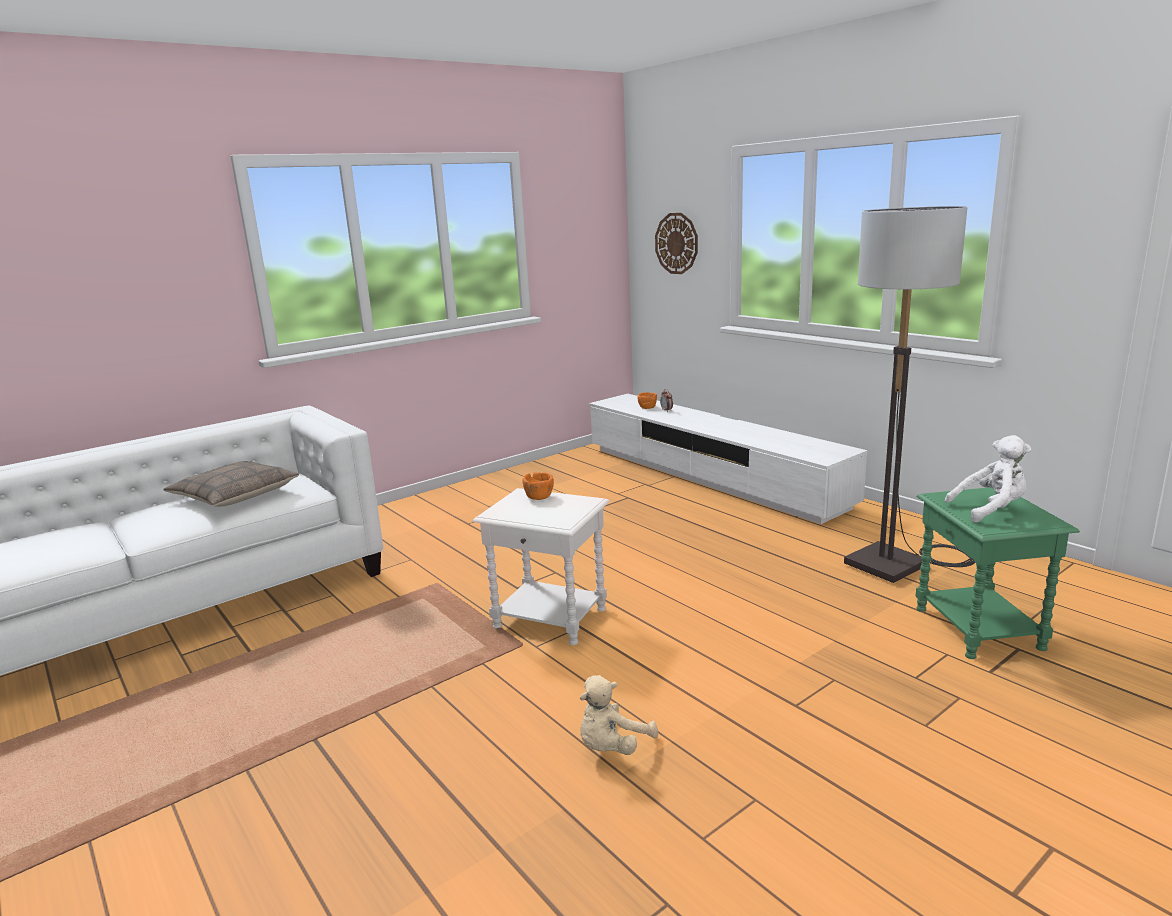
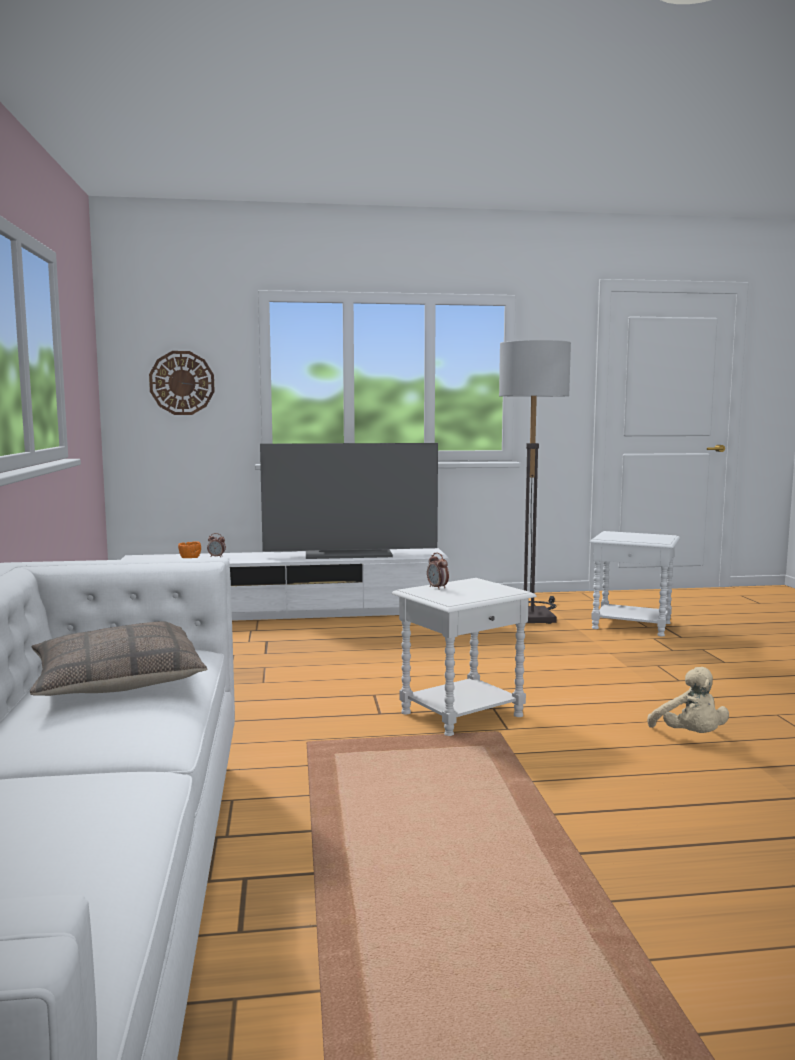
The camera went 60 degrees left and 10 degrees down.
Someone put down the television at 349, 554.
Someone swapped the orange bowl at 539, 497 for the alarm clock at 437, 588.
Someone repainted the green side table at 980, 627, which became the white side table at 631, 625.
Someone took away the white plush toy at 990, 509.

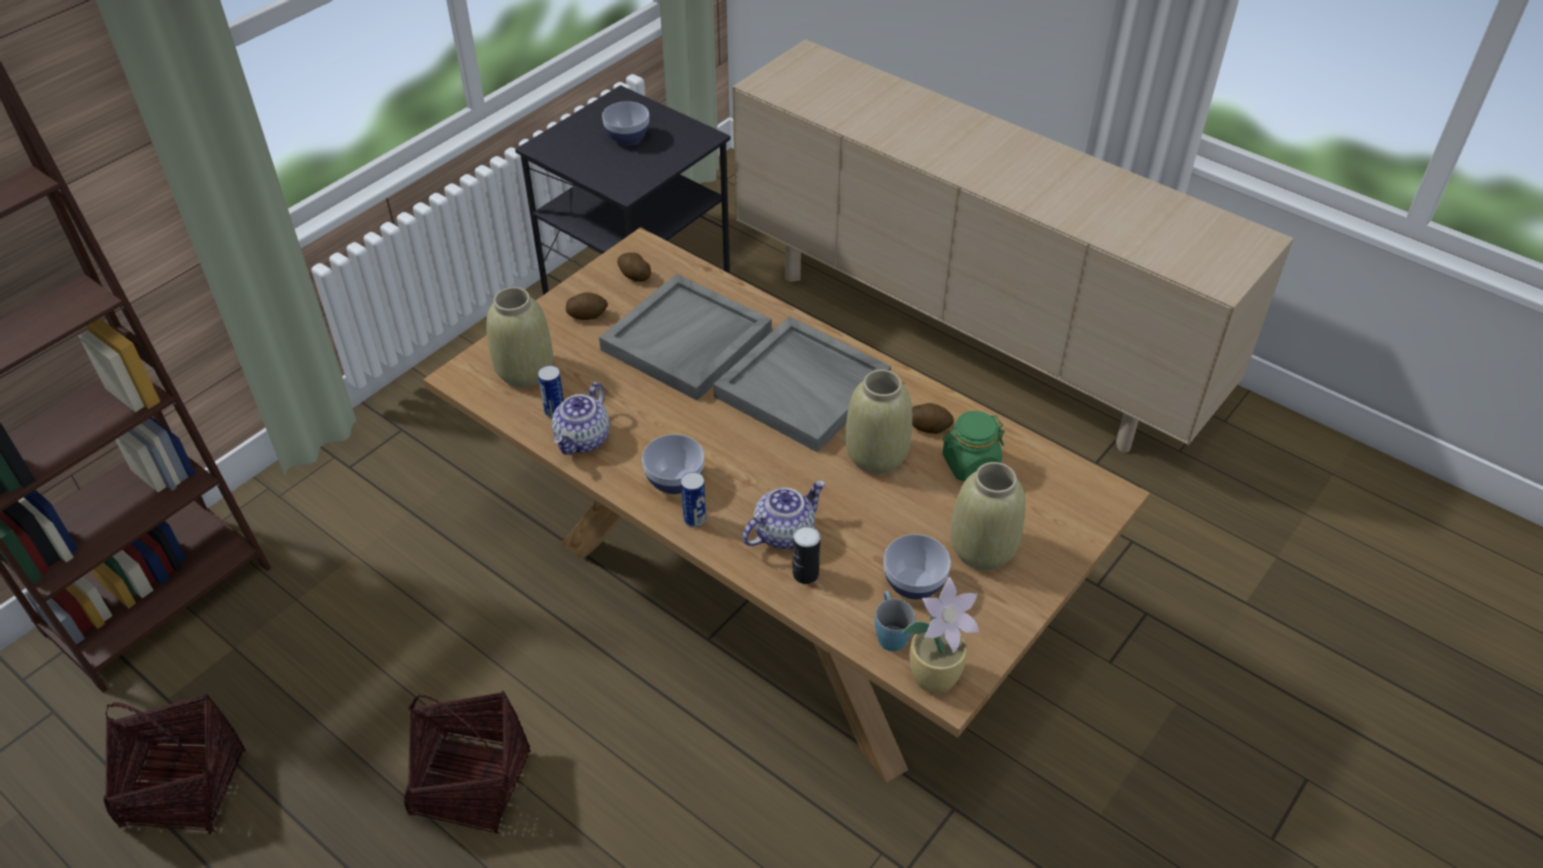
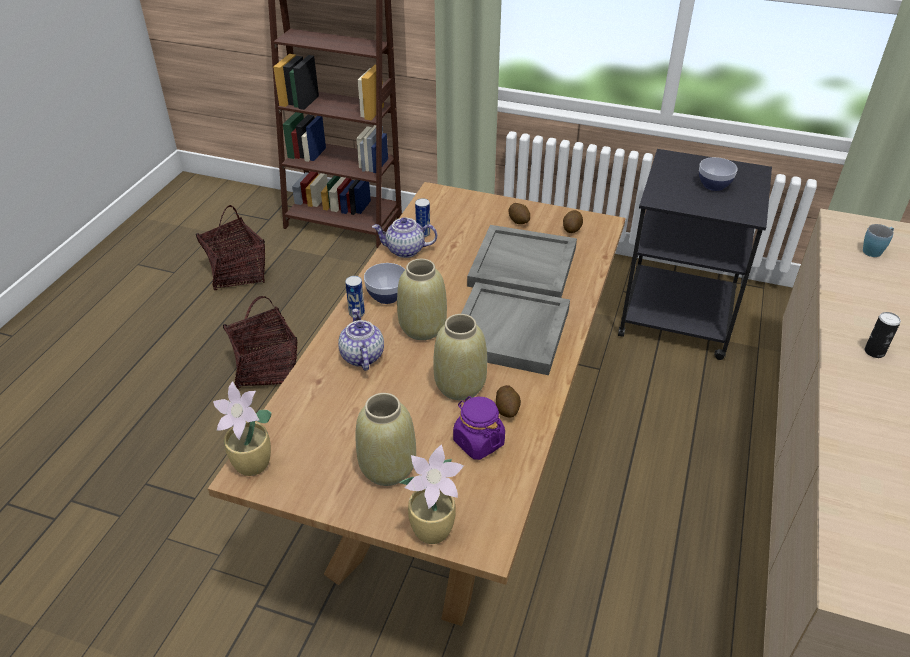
The camera went 70 degrees right and 5 degrees down.
Someone rotated the teapot at 783, 532 by 135 degrees counterclockwise.
Someone carried the beige vase from 525, 372 to 422, 328.
Someone put down the potted plant at 434, 530.
Someone repainted the green jar at 970, 464, which became the purple jar at 478, 442.
Someone carried the blue mug from 890, 633 to 874, 250.
Someone carried the can from 805, 574 to 874, 352.
Someone took away the bowl at 914, 584.

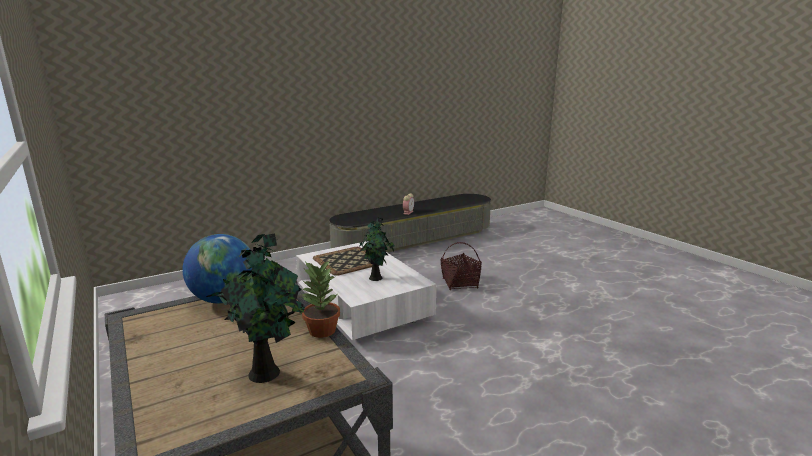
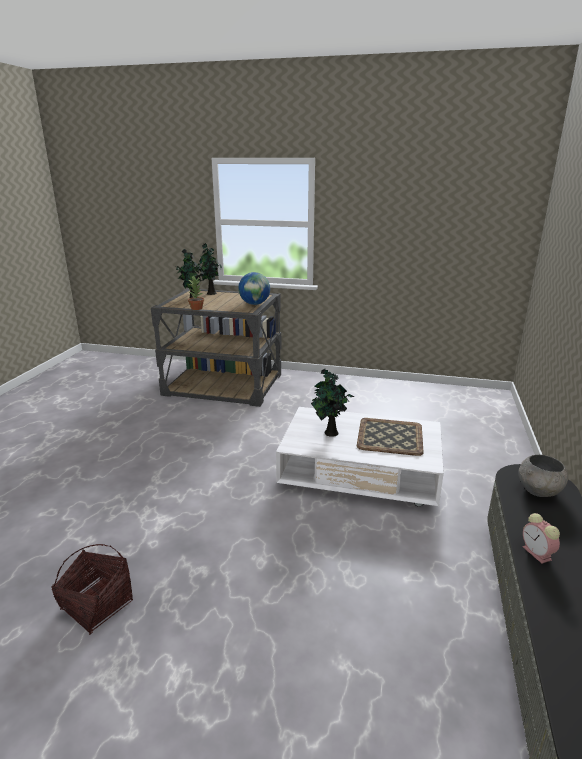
The camera went 135 degrees right and 5 degrees up.
Someone carried the basket from 460, 283 to 96, 605.
Someone put down the potted plant at 210, 293.
Someone put down the grey bowl at 539, 491.

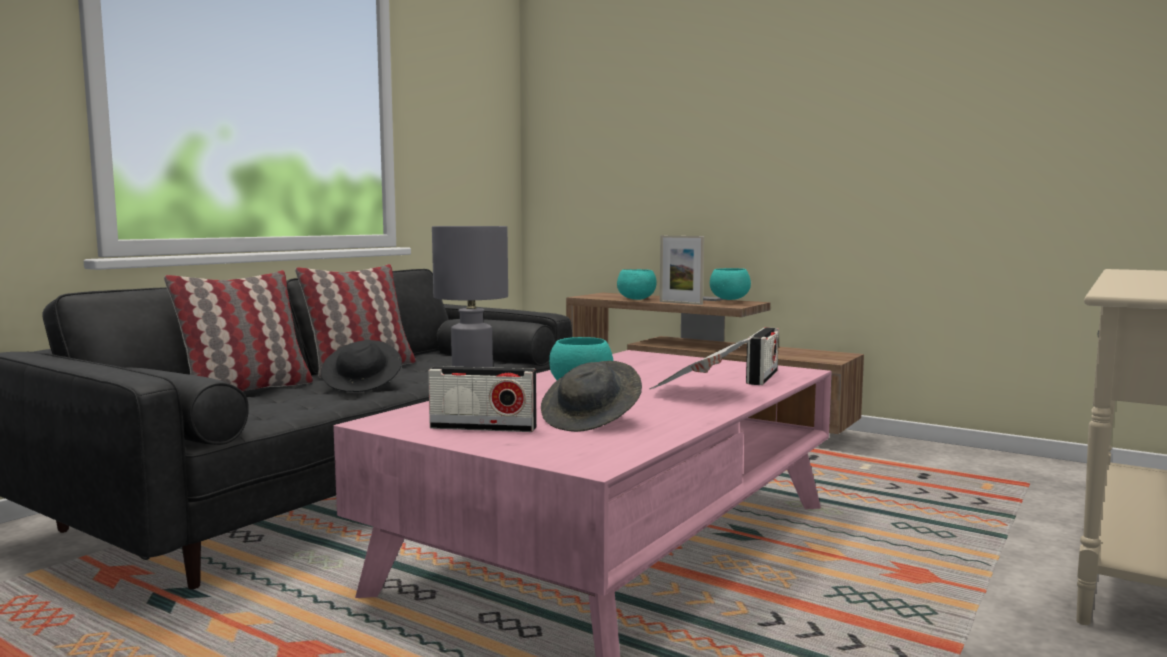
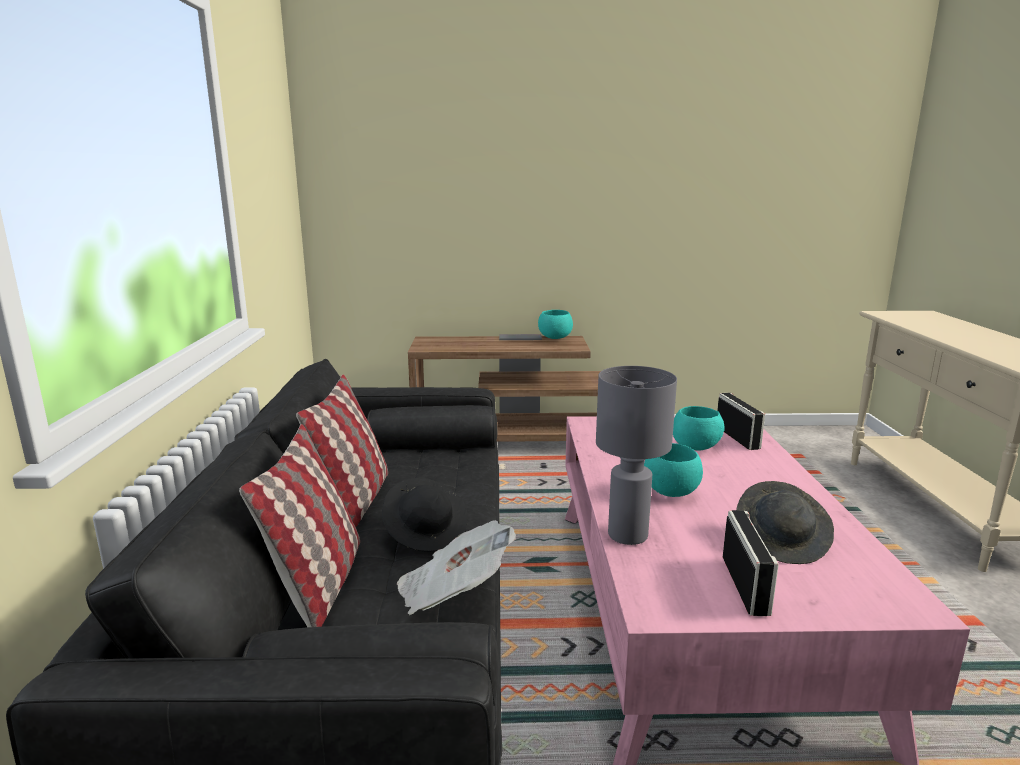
The camera went 35 degrees left and 10 degrees up.
Someone carried the newspaper from 698, 393 to 453, 593.
Someone carried the turquoise bowl from 636, 299 to 696, 448.
Someone rotated the radio at 483, 428 by 60 degrees counterclockwise.
Someone took away the picture frame at 680, 303.

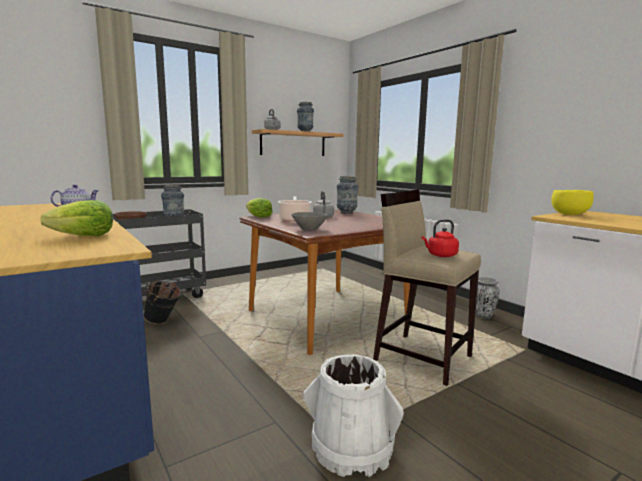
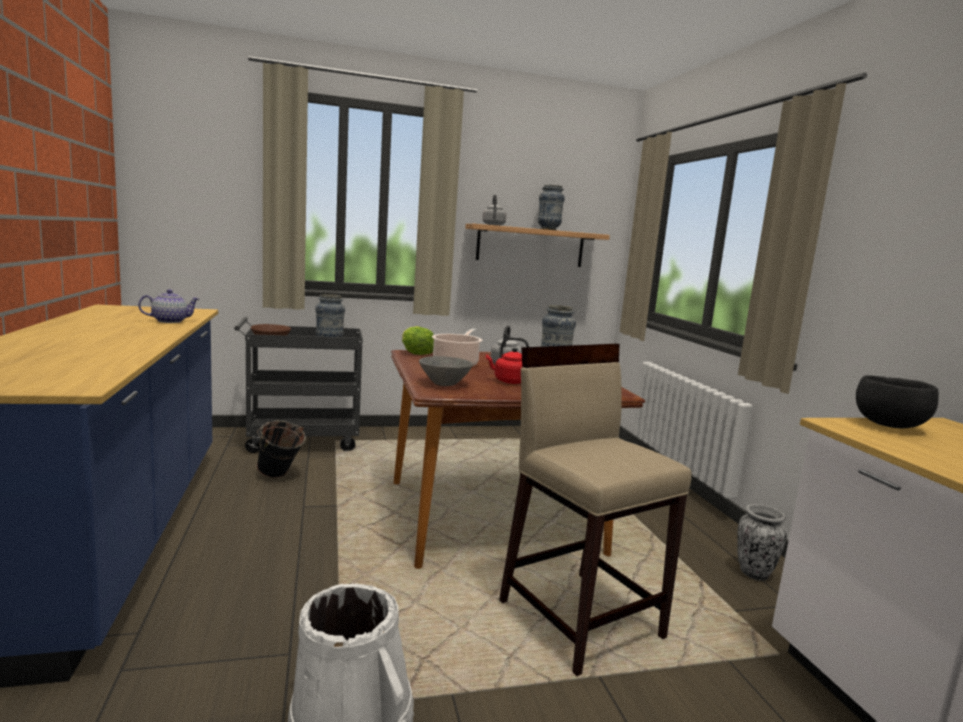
The camera went 20 degrees right and 0 degrees up.
Someone carried the red kettle from 440, 255 to 509, 381.
Someone repainted the yellow bowl at 570, 214, which became the black bowl at 890, 426.
Someone took away the lettuce at 84, 236.

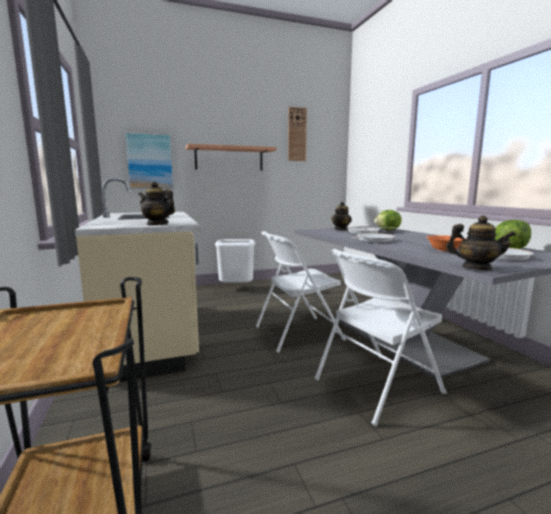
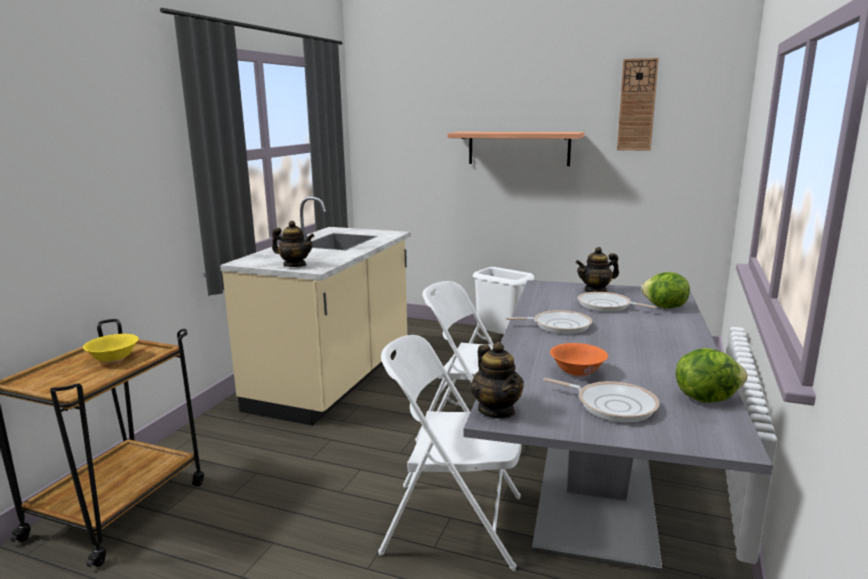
The camera went 40 degrees right and 5 degrees up.
Someone put down the yellow bowl at 114, 359.
Someone rotated the teapot at 157, 224 by 135 degrees clockwise.
Someone took away the picture at 150, 161.

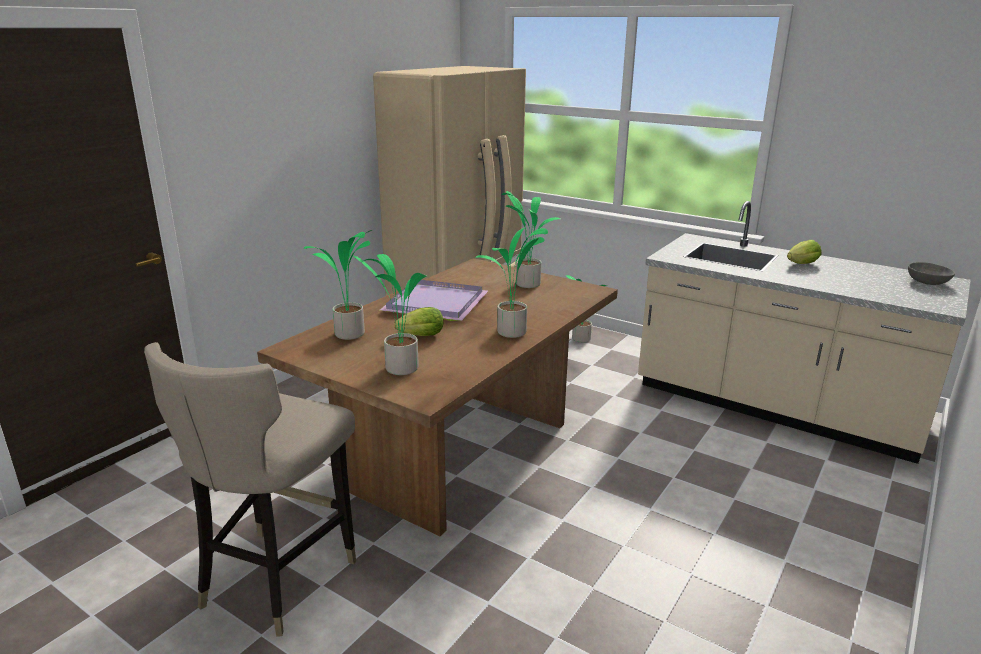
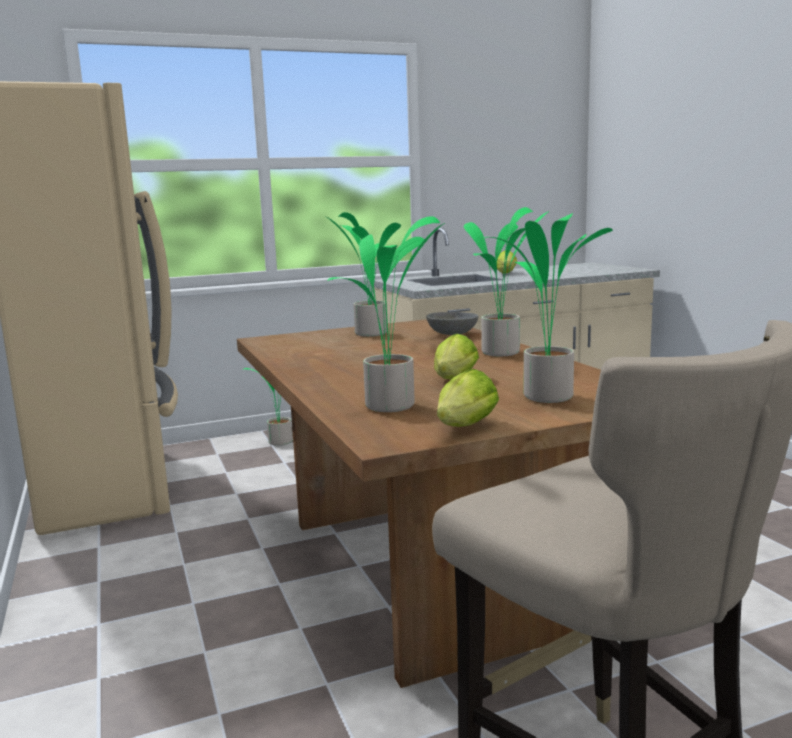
The camera went 55 degrees left and 10 degrees down.
Someone carried the grey bowl from 928, 283 to 453, 334.
Someone put down the lettuce at 463, 428.
Someone took away the purple tray at 435, 303.

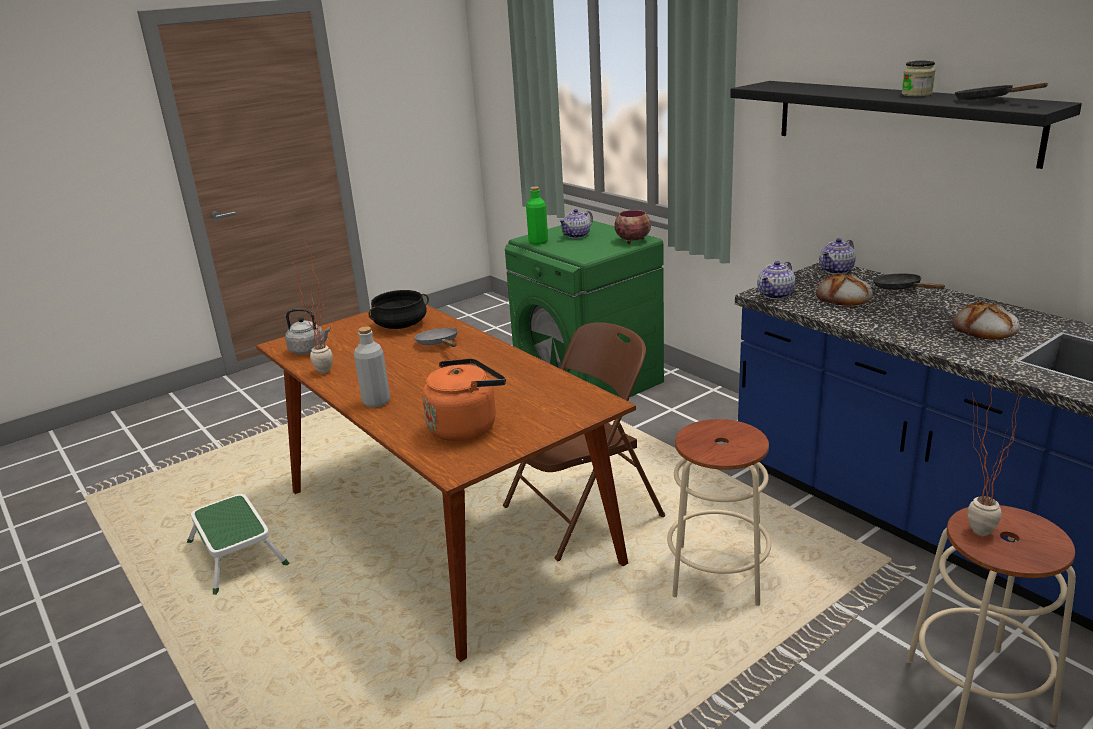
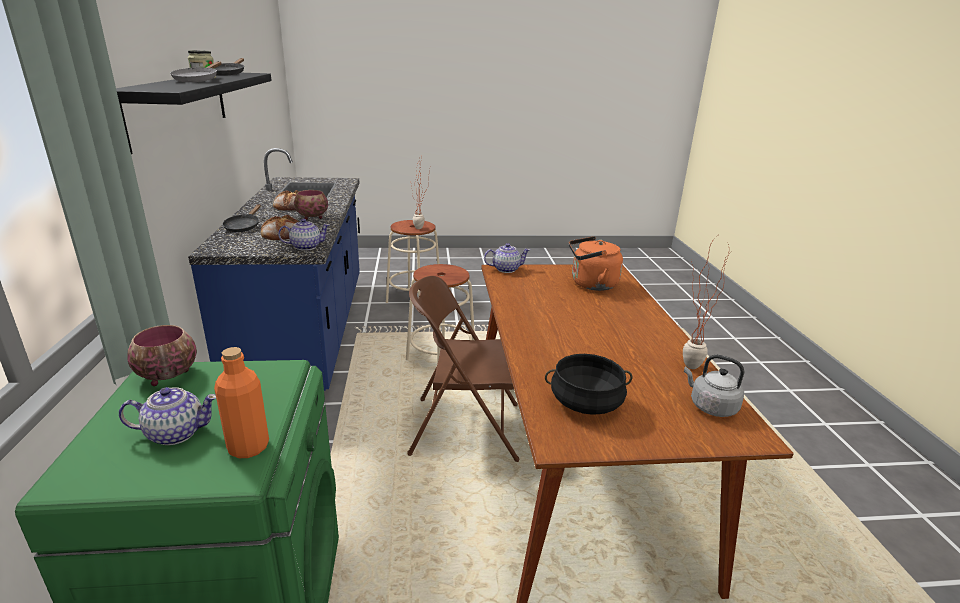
The camera went 150 degrees left and 0 degrees up.
Someone carried the grey frying pan from 439, 344 to 198, 81.
Someone repainted the green bottle at 538, 242, which became the orange bottle at 248, 447.
Someone put down the bowl at 312, 217.
Someone carried the teapot from 837, 270 to 505, 269.
Someone took away the green step ladder at 236, 554.
Someone took away the grey bottle at 376, 401.

